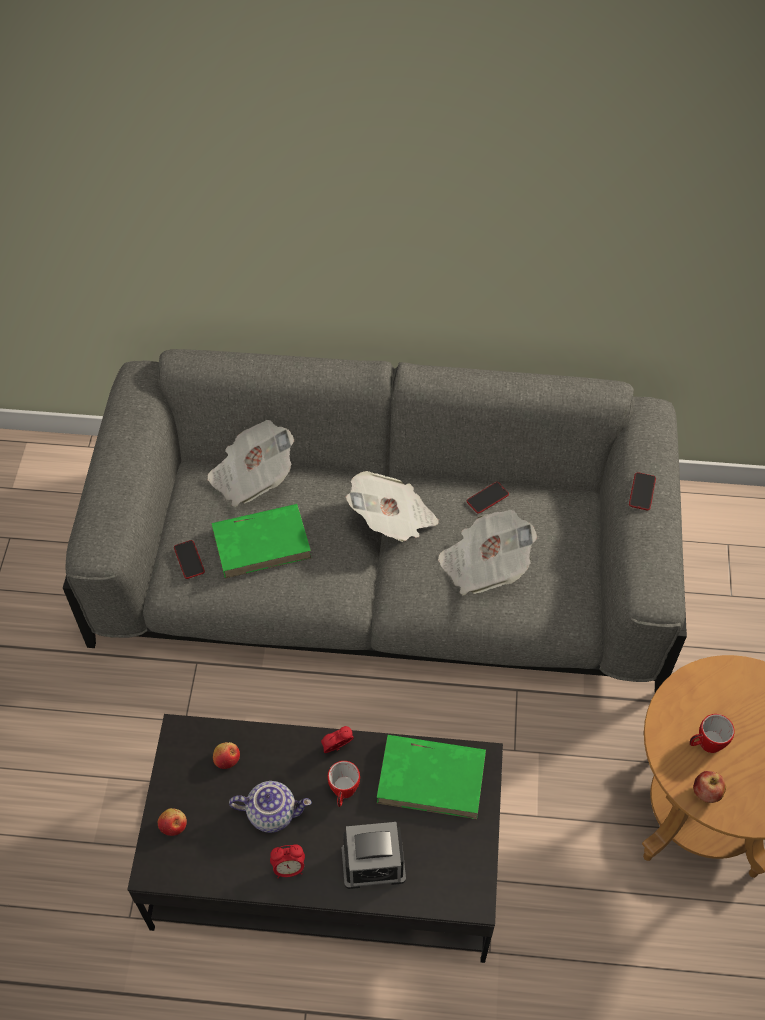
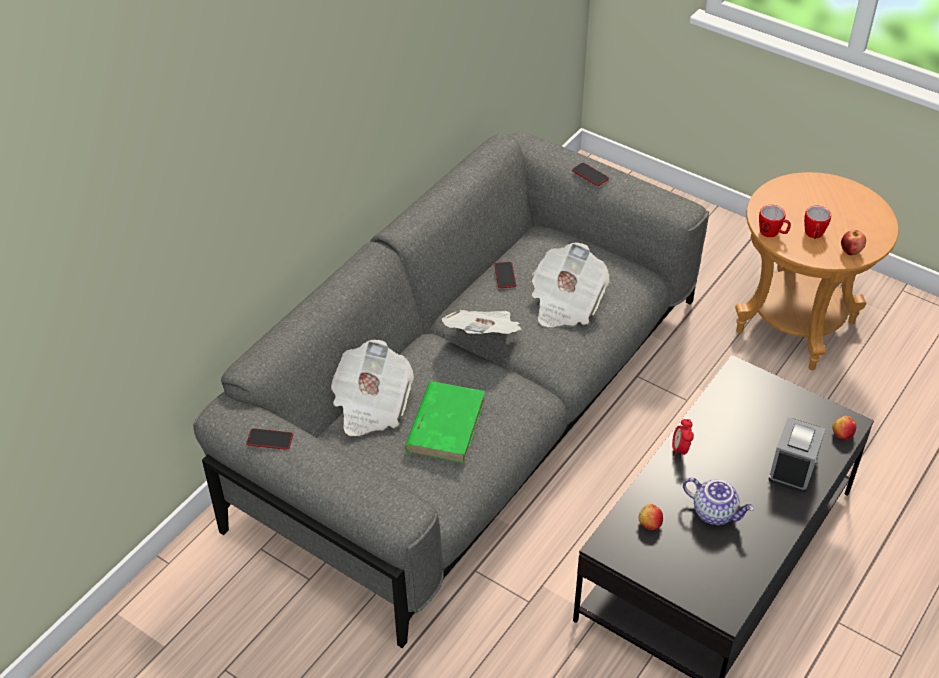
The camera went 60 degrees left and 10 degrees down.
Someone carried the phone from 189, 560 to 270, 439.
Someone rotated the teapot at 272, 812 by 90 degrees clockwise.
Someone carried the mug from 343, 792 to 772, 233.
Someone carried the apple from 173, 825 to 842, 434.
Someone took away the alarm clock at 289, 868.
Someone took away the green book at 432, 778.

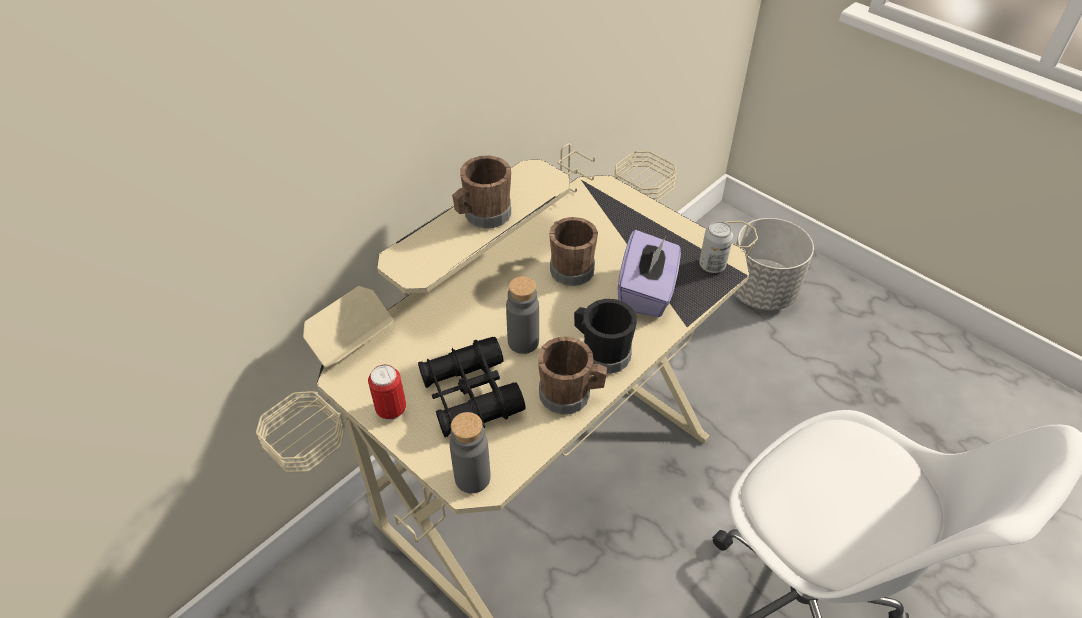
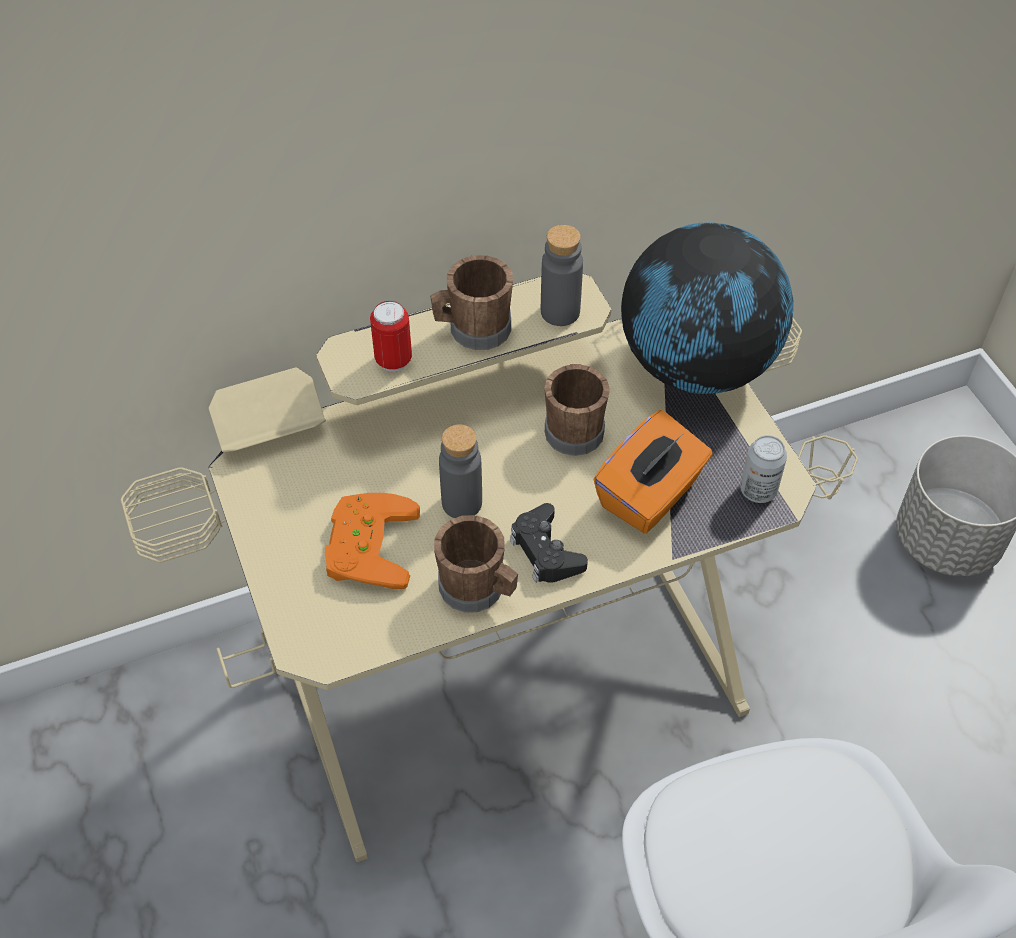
The camera went 25 degrees right and 5 degrees up.
Someone swapped the black binoculars at 470, 395 for the orange game controller at 365, 545.
Someone carried the can from 391, 410 to 393, 361.
Someone swapped the black mug at 601, 352 for the black game controller at 546, 551.
Someone carried the grey bottle from 472, 477 to 560, 312.
Someone repainted the purple tissue box at 646, 292, which became the orange tissue box at 650, 495.
Someone put down the globe at 697, 366.

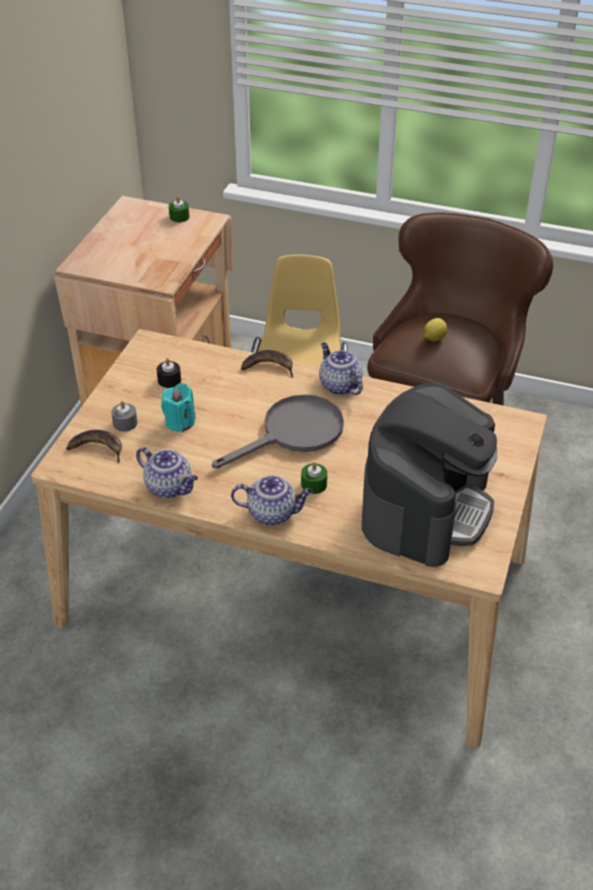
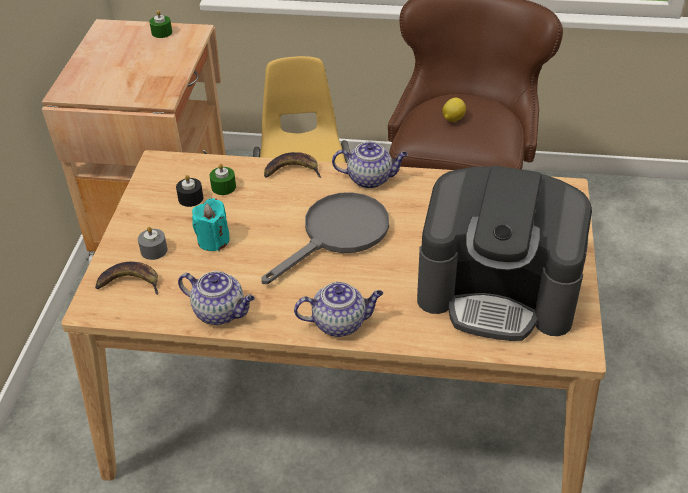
The camera went 10 degrees left and 0 degrees up.
Someone carried the green candle from 314, 484 to 223, 187.
Someone rotated the teapot at 339, 385 by 135 degrees clockwise.
Someone rotated the coffee machine at 426, 507 by 90 degrees clockwise.

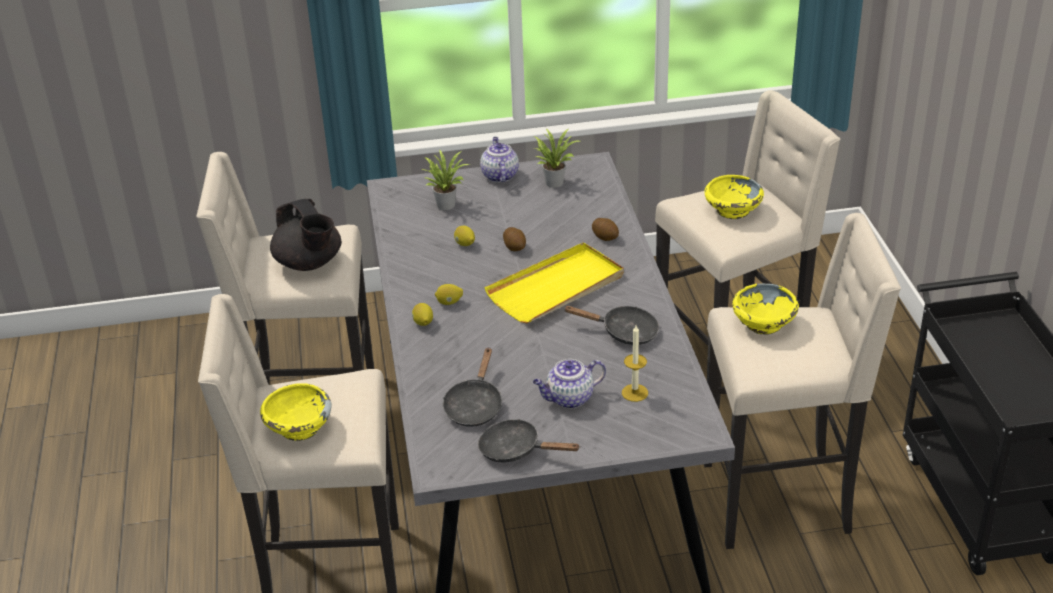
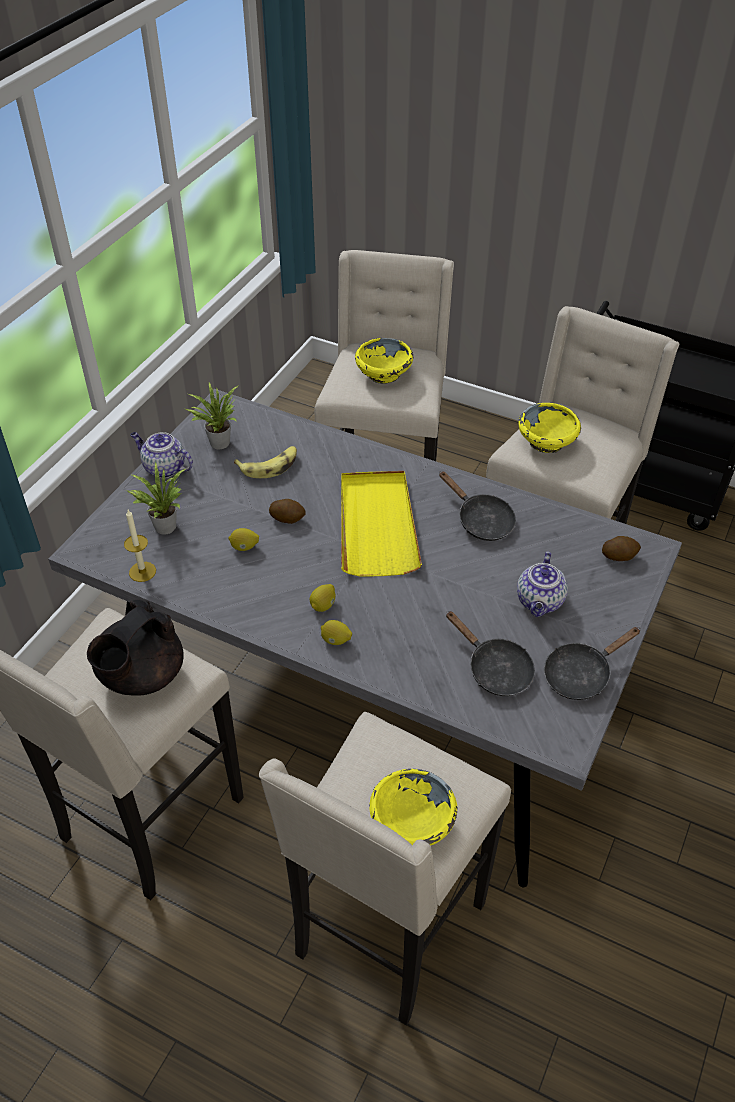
The camera went 55 degrees left and 10 degrees up.
Someone rotated the black teapot at 309, 263 by 120 degrees clockwise.
Someone carried the candle from 634, 393 to 142, 571.
Someone put down the banana at 269, 466.
Someone rotated the black frying pan at 624, 332 by 90 degrees clockwise.
Someone carried the potato from 605, 237 to 619, 555.

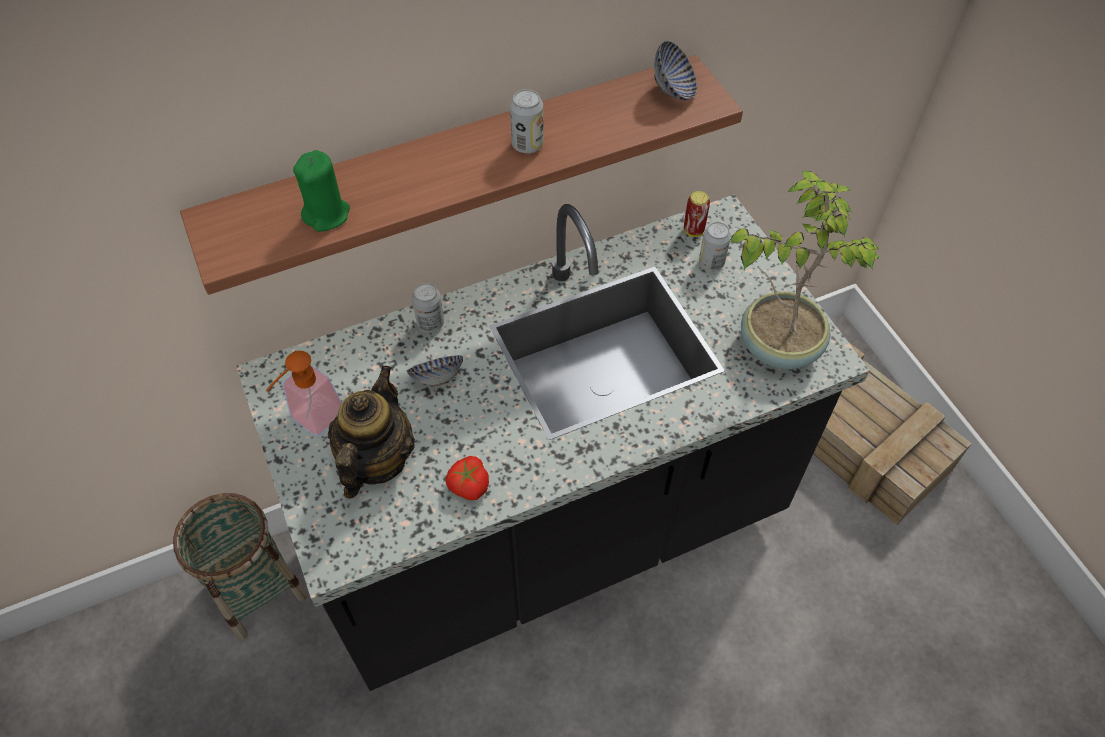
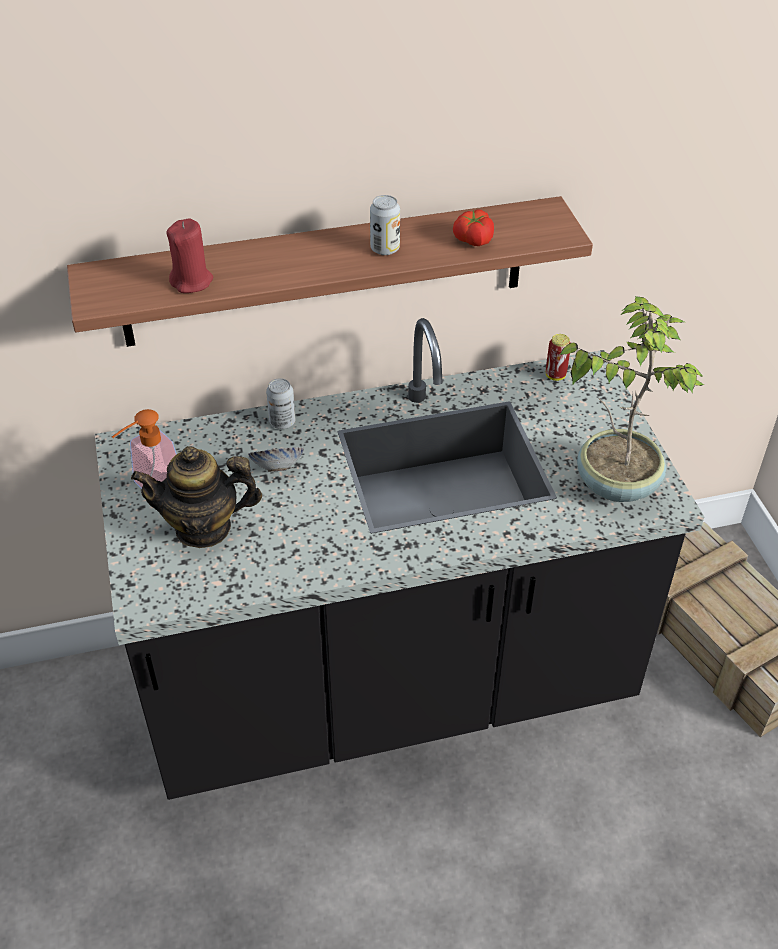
The camera went 10 degrees right and 10 degrees down.
Someone rotated the teapot at 376, 460 by 120 degrees counterclockwise.
Someone repainted the green candle at 327, 214, which became the red candle at 192, 281.
Someone carried the tomato from 468, 485 to 472, 240.
Someone took away the basket at 257, 589.
Someone took away the bowl at 673, 90.
Someone took away the can at 711, 262.

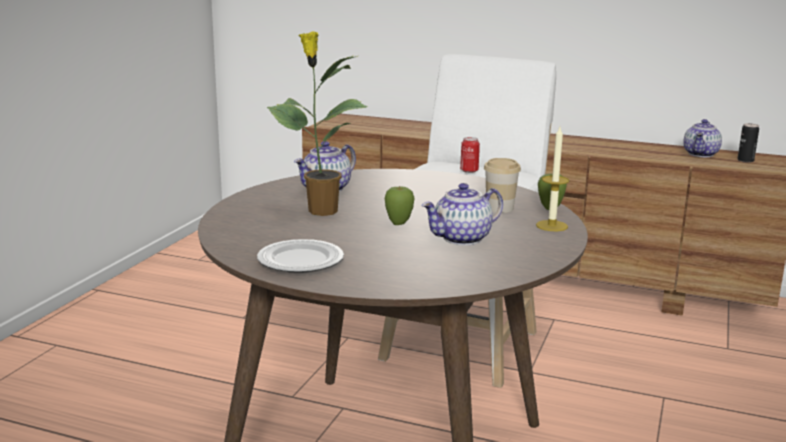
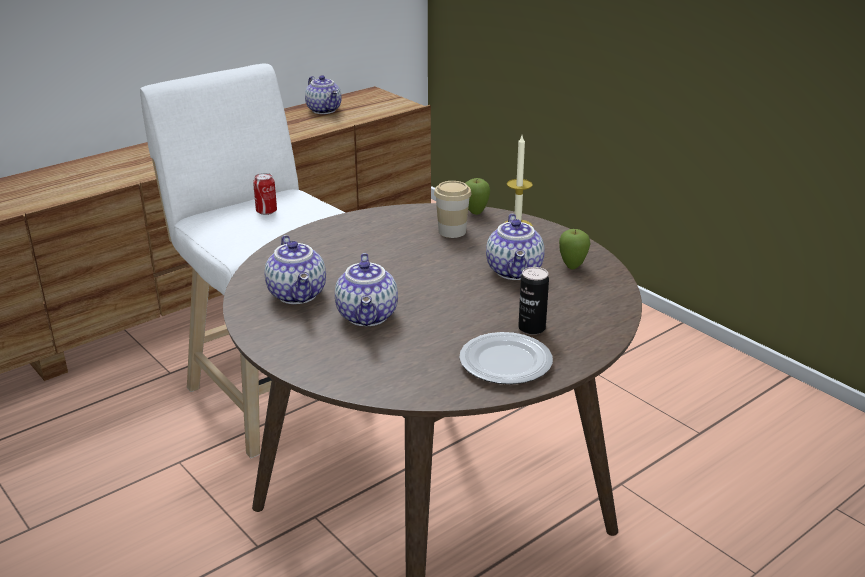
The camera went 60 degrees left and 10 degrees up.
Someone swapped the potted plant at 320, 211 for the teapot at 368, 316.
Someone carried the can from 745, 160 to 532, 328.
Someone carried the apple from 398, 224 to 572, 267.

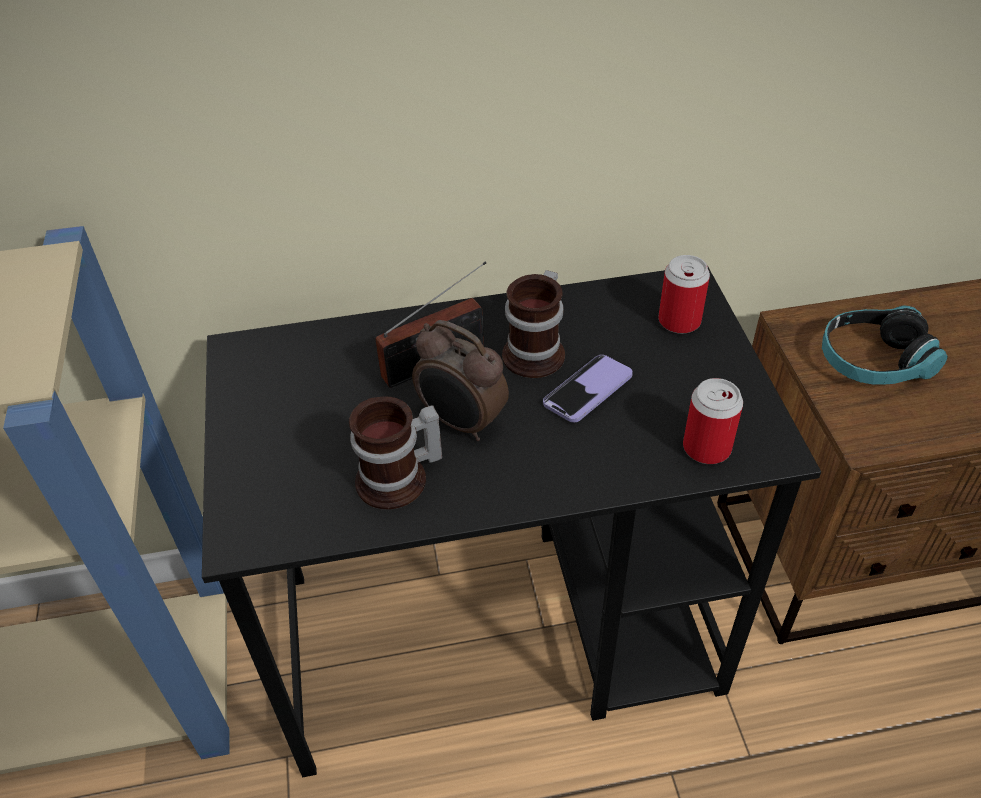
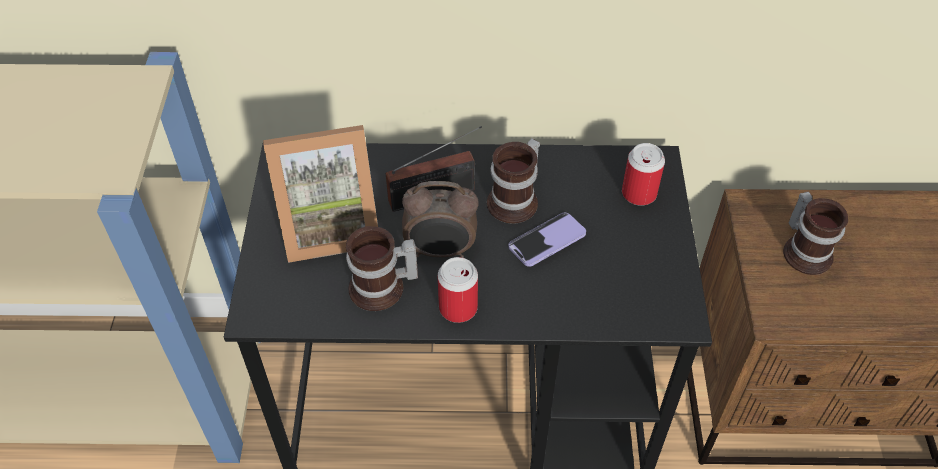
The camera went 10 degrees right and 5 degrees up.
Someone put down the picture frame at 329, 226.
Someone rotated the alarm clock at 461, 423 by 45 degrees counterclockwise.
Someone carried the can from 706, 447 to 458, 308.
Someone swapped the headphones at 873, 361 for the mug at 807, 250.

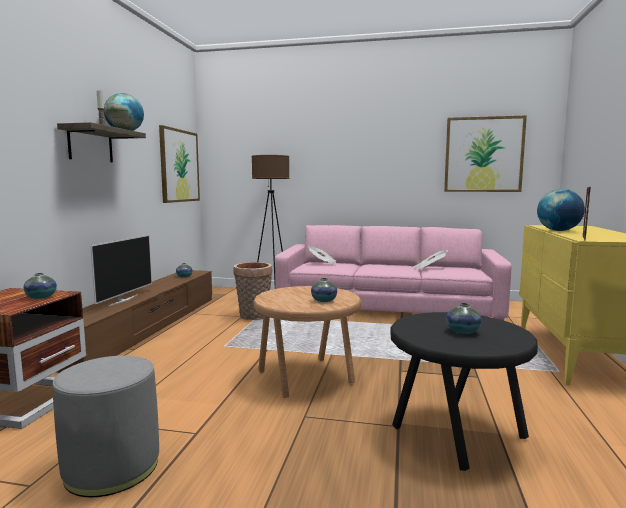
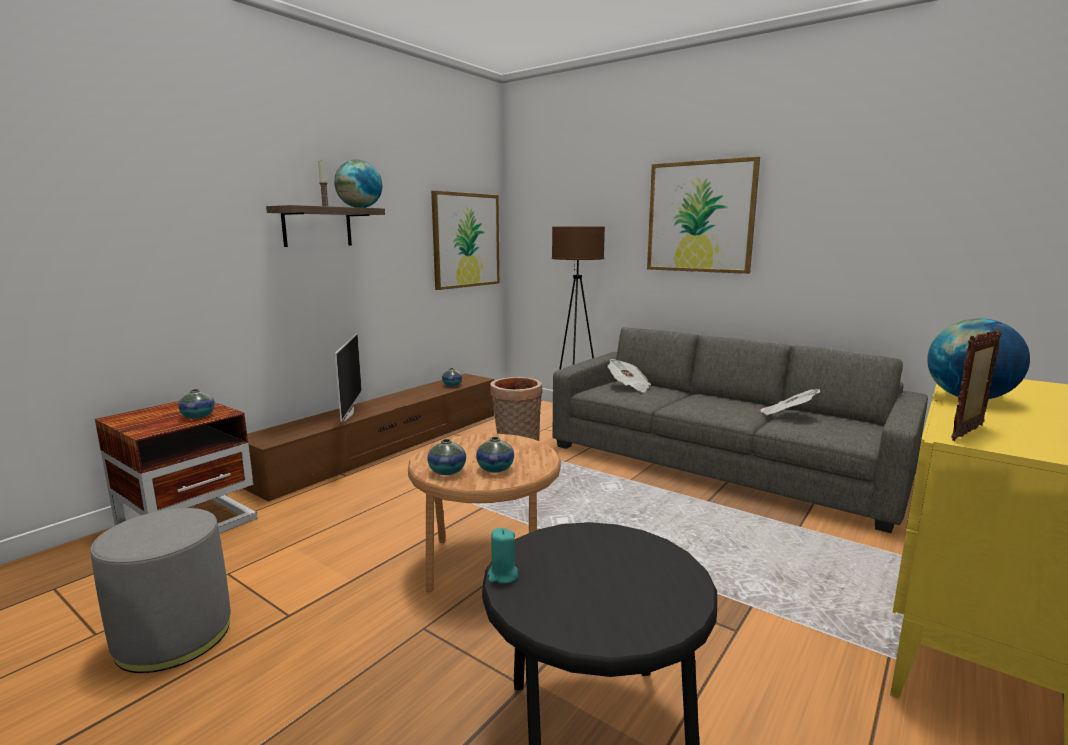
The camera went 25 degrees right and 5 degrees up.
Someone rotated the television at 123, 300 by 45 degrees counterclockwise.
Someone carried the vase from 463, 331 to 447, 471.
Someone put down the turquoise candle at 503, 576.
Someone repainted the pink sofa at 387, 305, which became the grey sofa at 720, 462.
Someone carried the picture from 483, 154 to 700, 217.

